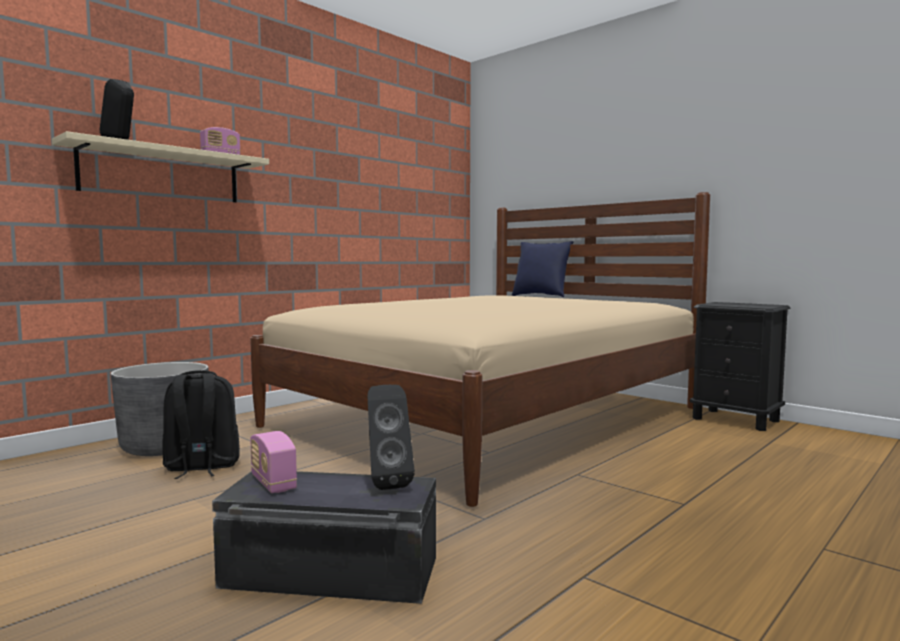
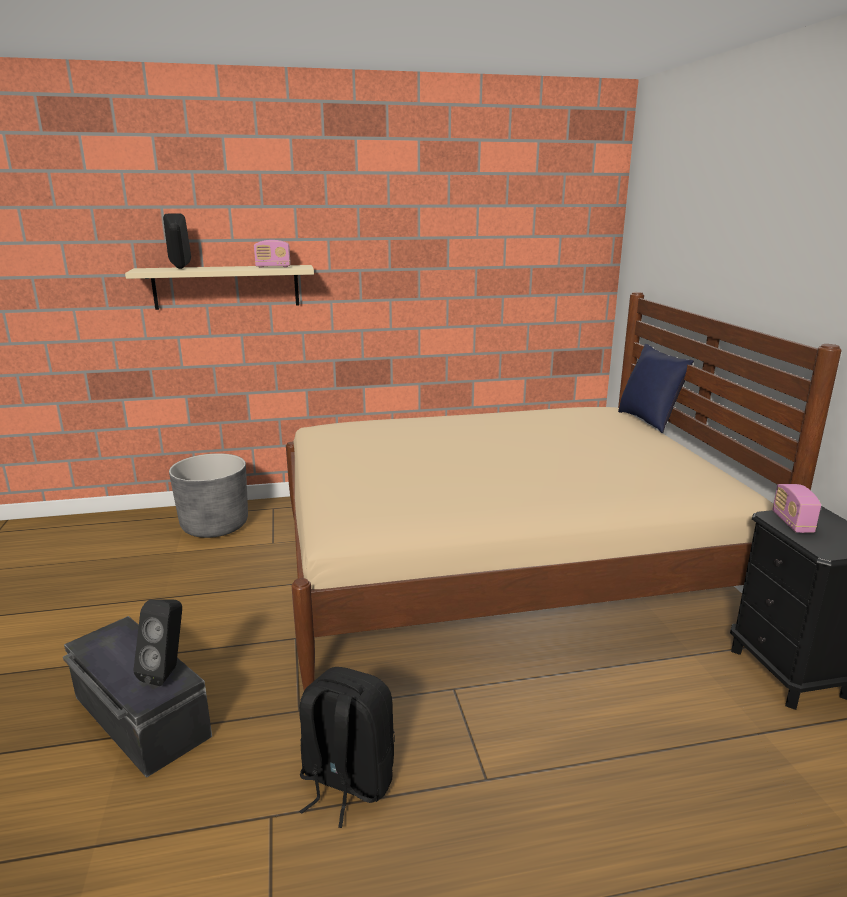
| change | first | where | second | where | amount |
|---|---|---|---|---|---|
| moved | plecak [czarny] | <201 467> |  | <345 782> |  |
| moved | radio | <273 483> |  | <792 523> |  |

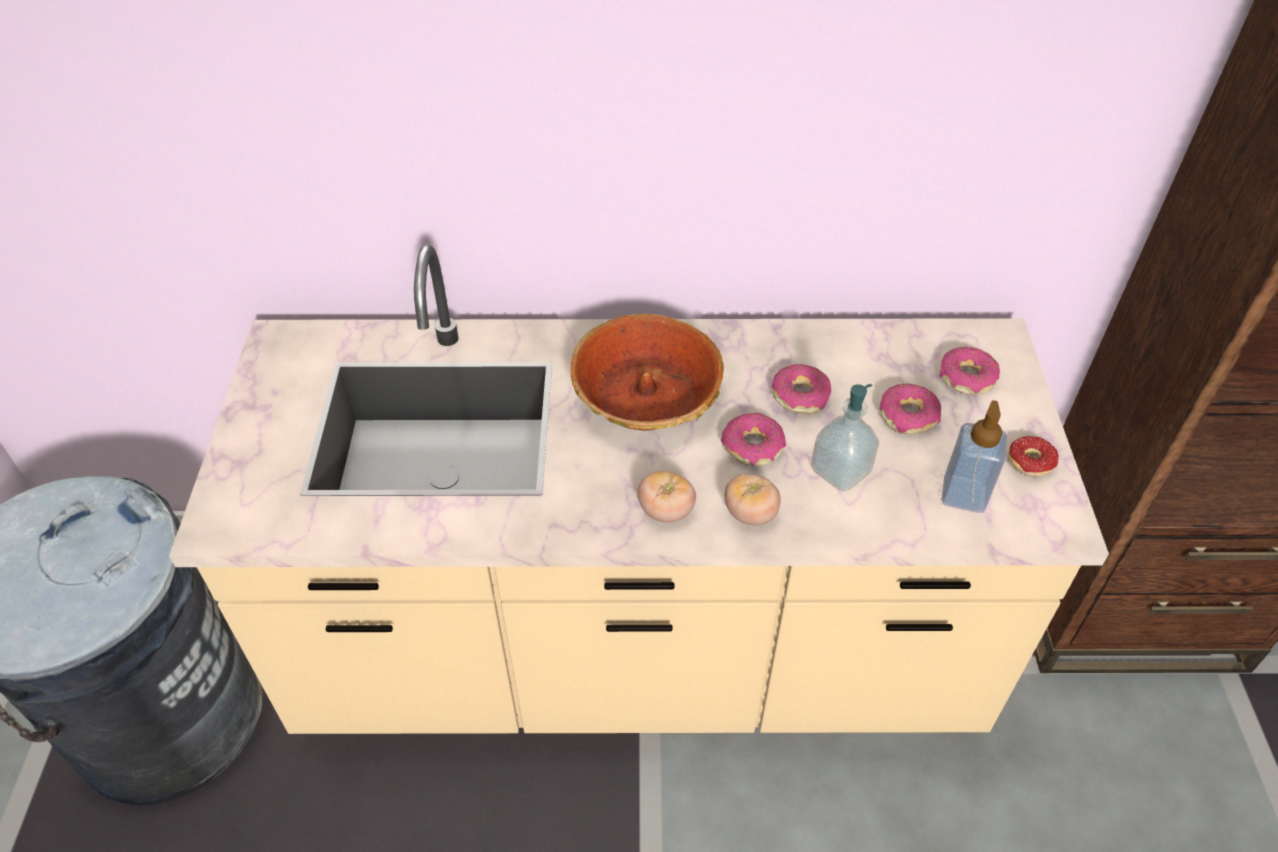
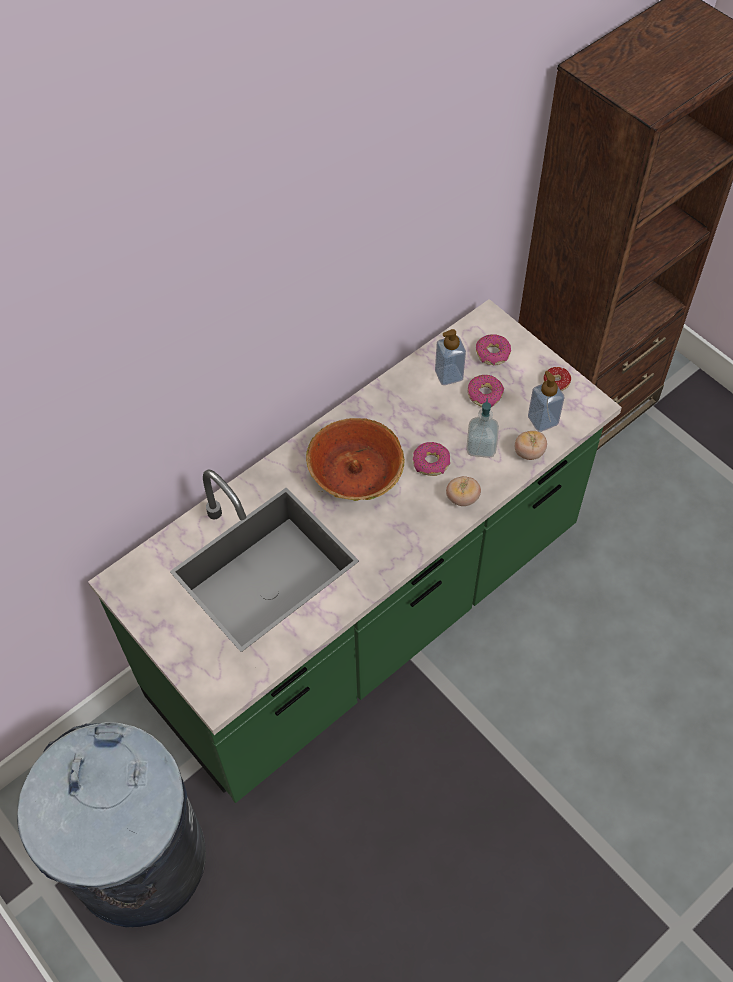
| change | first | where | second | where | amount |
|---|---|---|---|---|---|
| removed | donut | <800 396> |  |  |  |
| added |  |  | dozownik mydła | <448 375> |  |
| moved | pomidor | <666 511> |  | <529 452> |  |
| recoloured | zabudowa kuchenna [beżowy] | <639 656> | zabudowa kuchenna [zielony] | <368 616> |  |

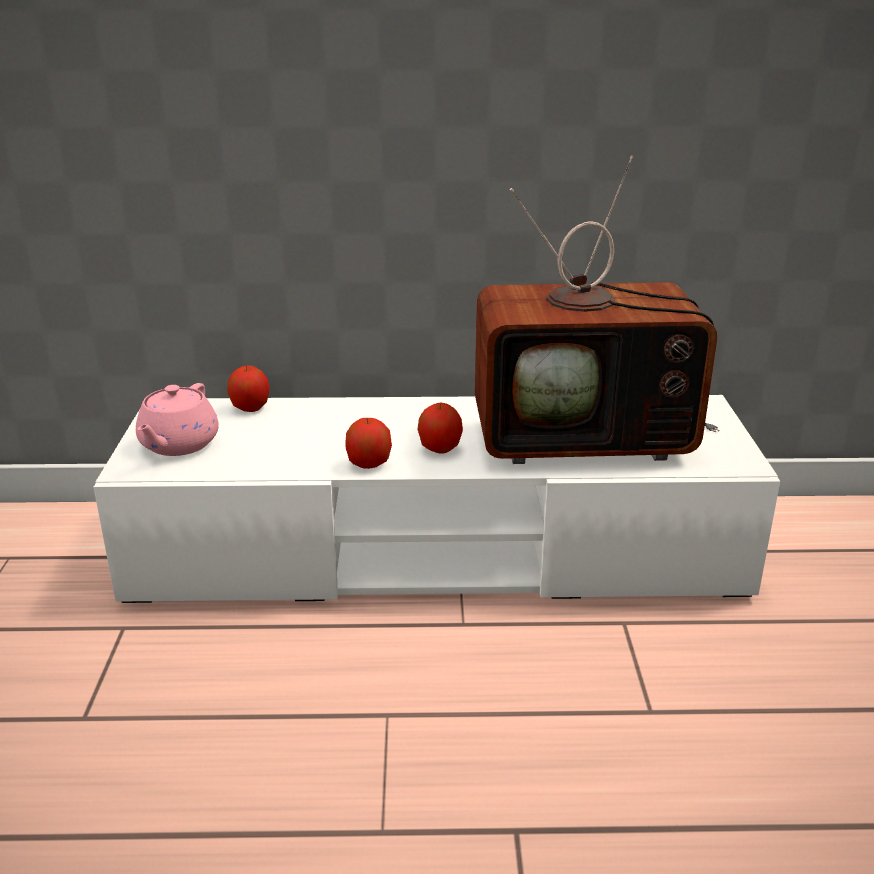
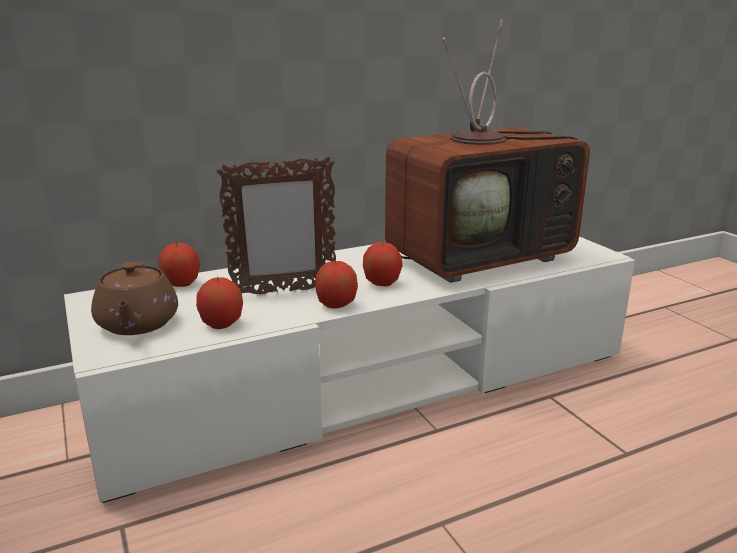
| change | first | where | second | where | amount |
|---|---|---|---|---|---|
| added |  |  | jabłko | <222 324> |  |
| added |  |  | ramka na zdjęcie | <283 291> |  |
| recoloured | imbryk [różowy] | <178 445> | imbryk [brązowy] | <137 324> |  |

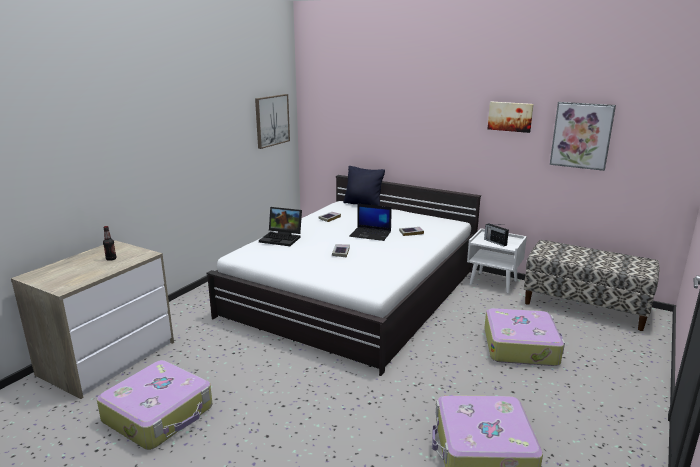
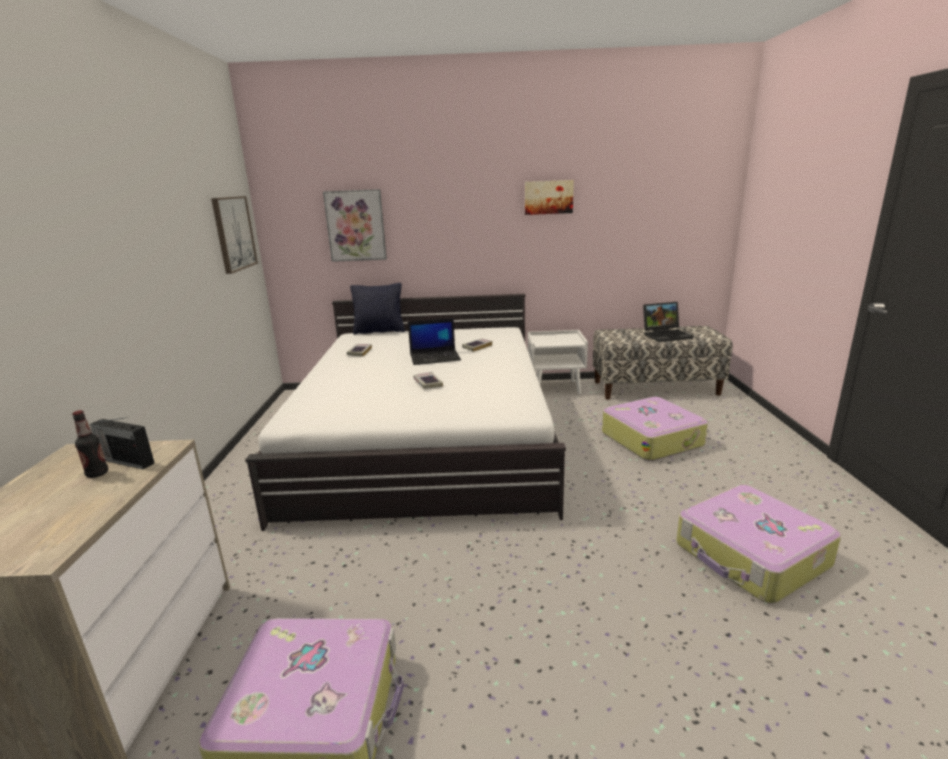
| change | first | where | second | where | amount |
|---|---|---|---|---|---|
| moved | laptop | <282 238> |  | <666 335> |  |
| moved | radio | <495 242> |  | <127 461> |  |
| moved | obraz | <581 135> |  | <356 225> |  |

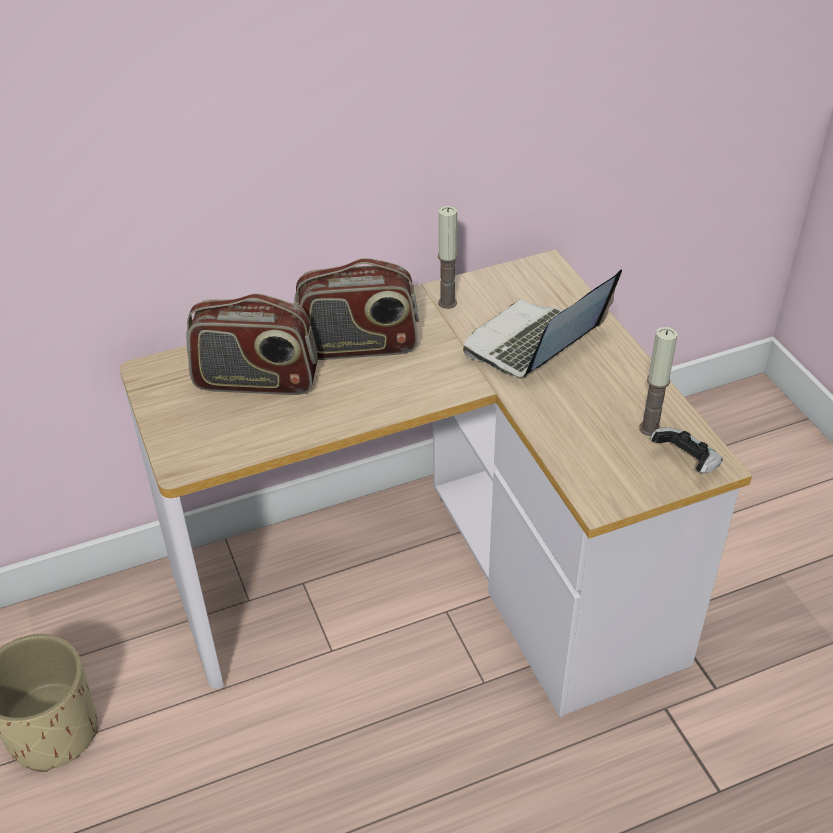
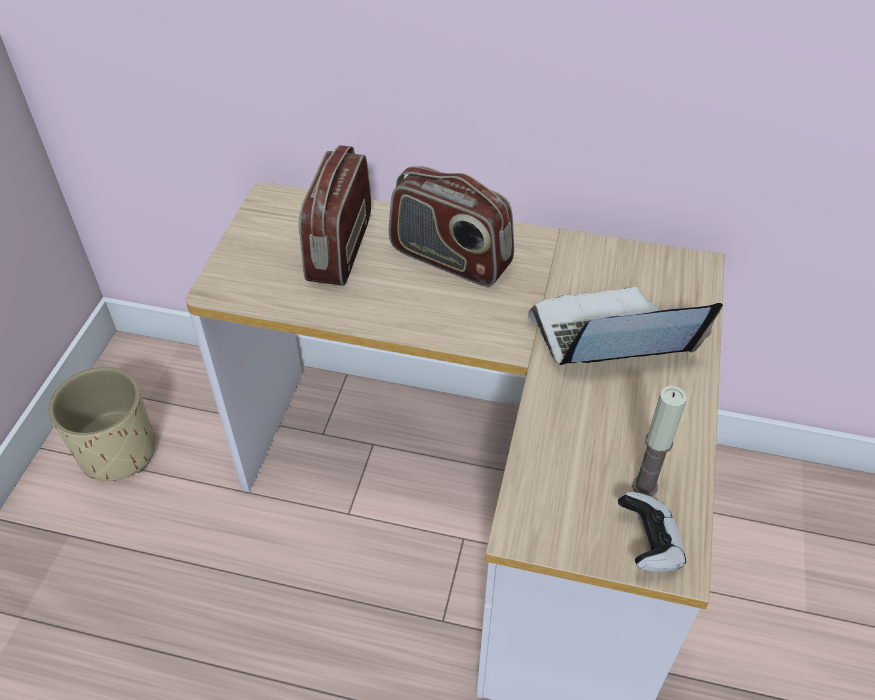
| change | first | where | second | where | amount |
|---|---|---|---|---|---|
| removed | świeca | <447 302> |  |  |  |
| turned | radio | <256 381> |  | <339 248> | 60 degrees clockwise |

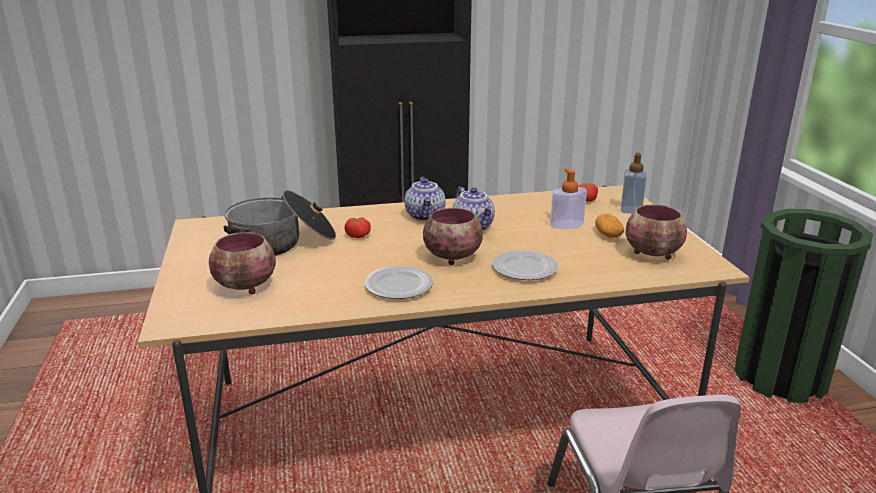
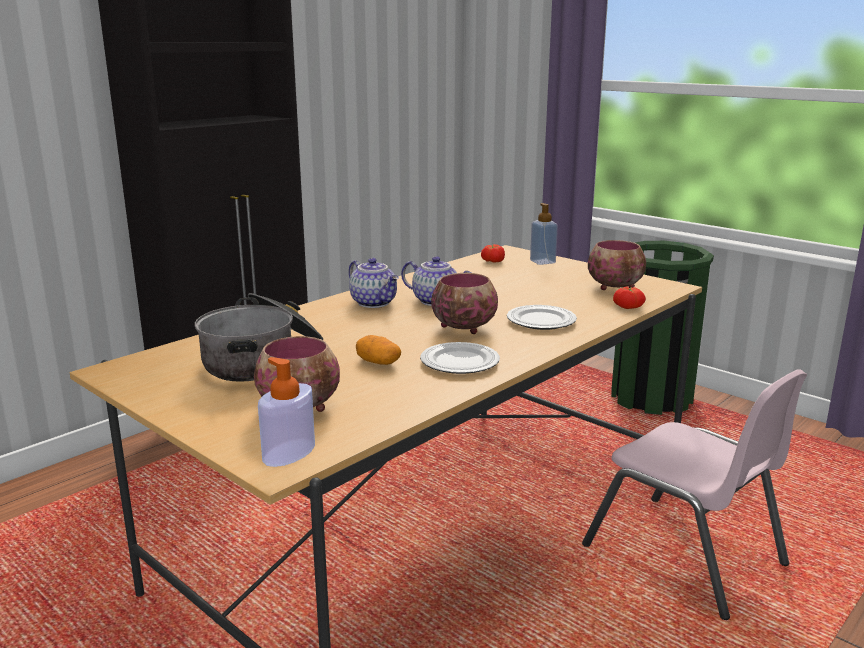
| change | first | where | second | where | amount |
|---|---|---|---|---|---|
| moved | pomidor | <359 235> |  | <628 306> |  |
| moved | dozownik mydła | <567 224> |  | <289 453> |  |
| moved | ziemniak | <608 235> |  | <378 362> |  |

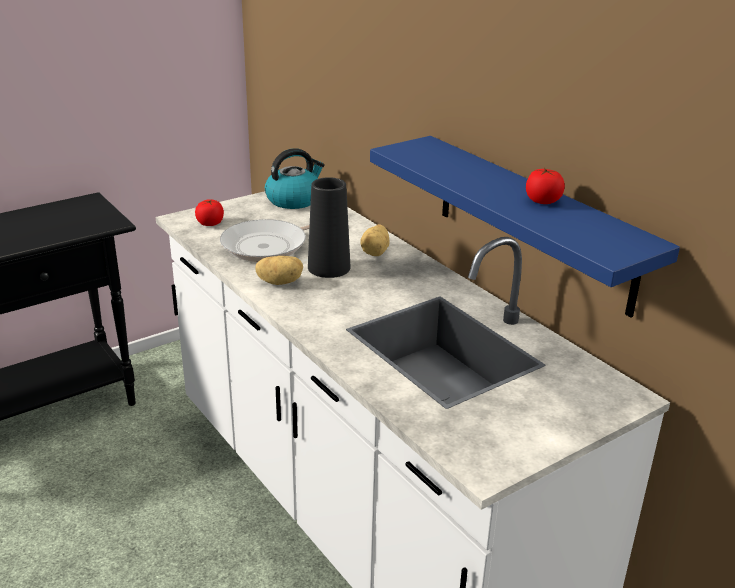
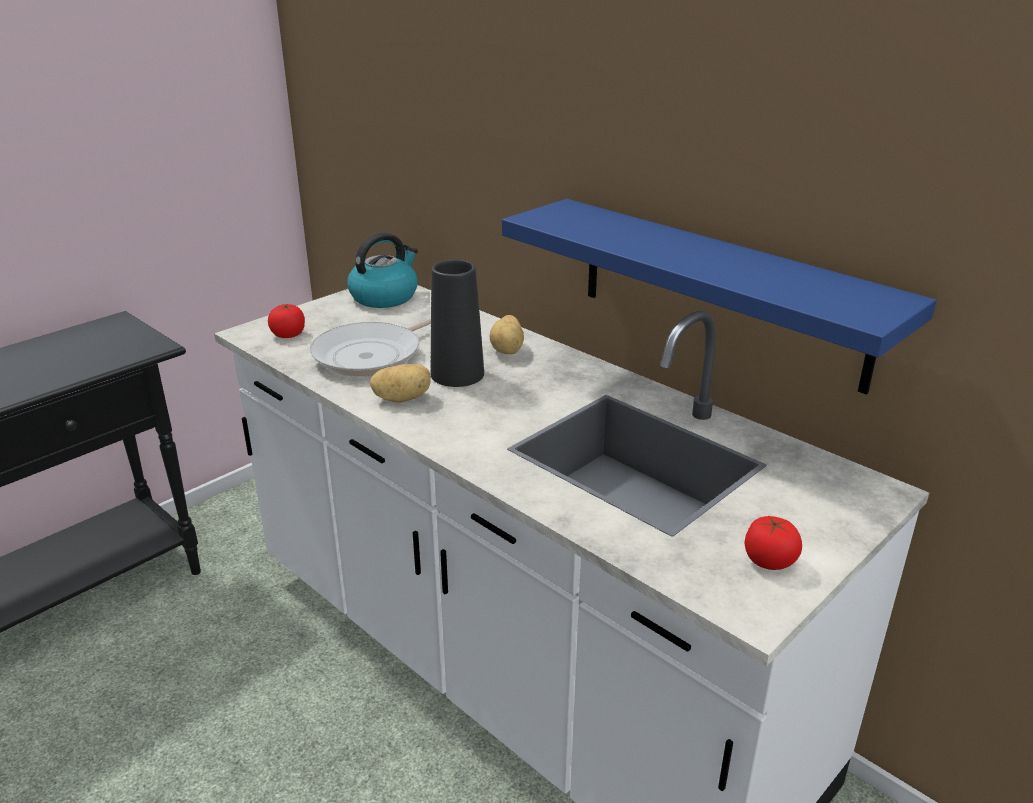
| change | first | where | second | where | amount |
|---|---|---|---|---|---|
| moved | pomidor | <543 201> |  | <769 561> |  |

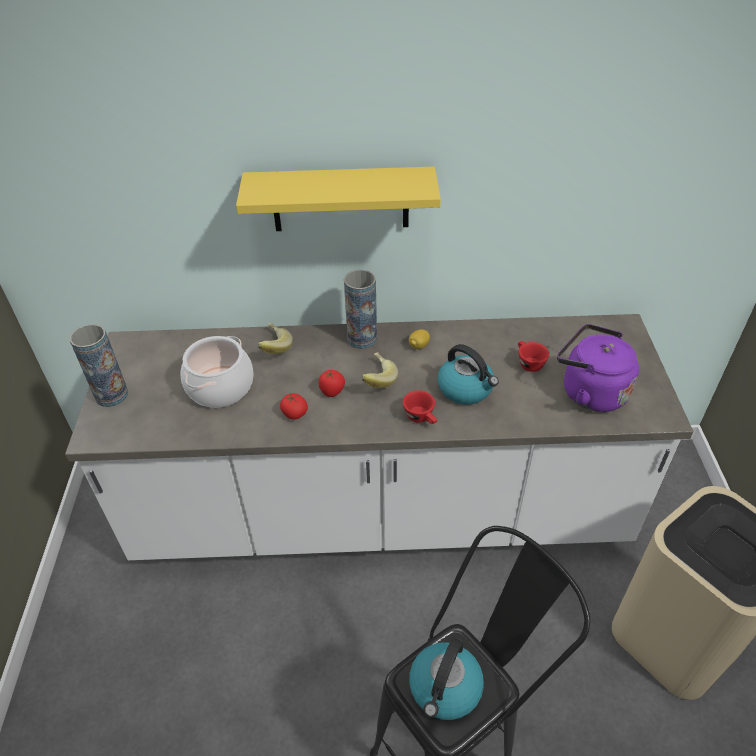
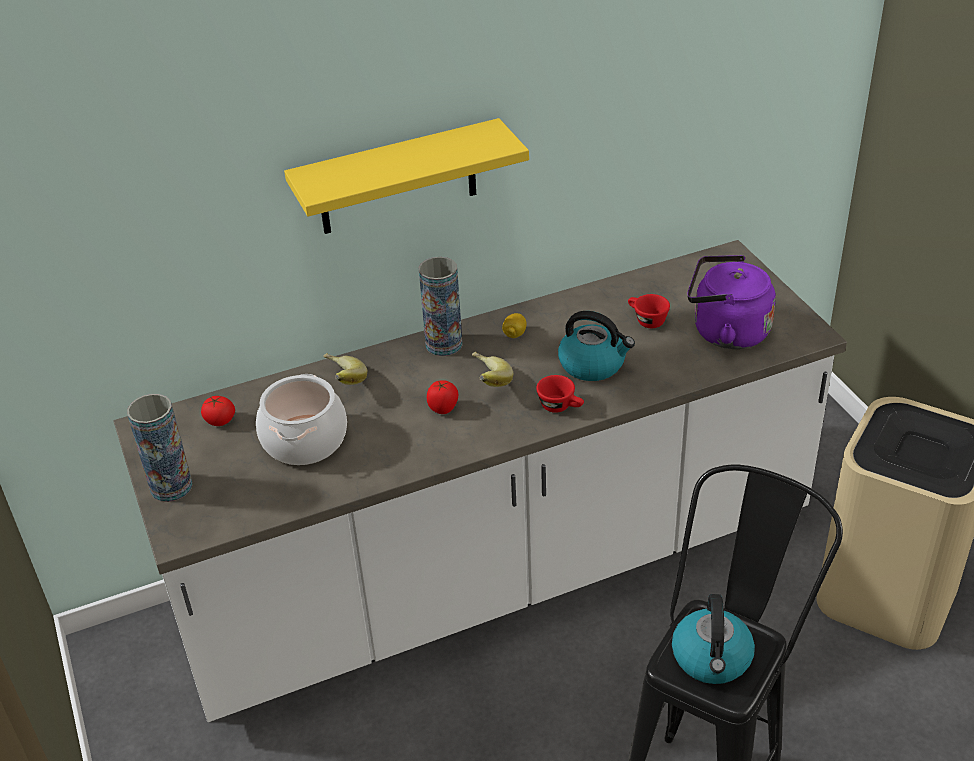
| change | first | where | second | where | amount |
|---|---|---|---|---|---|
| moved | pomidor | <294 414> |  | <220 421> |  |

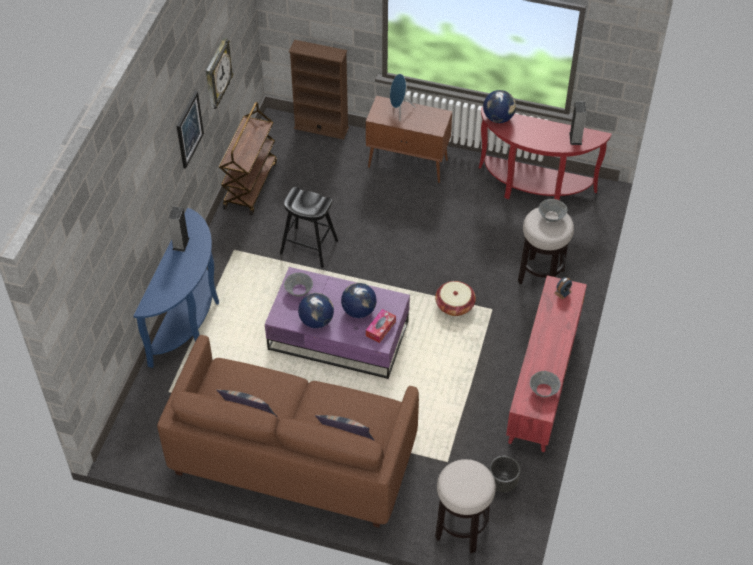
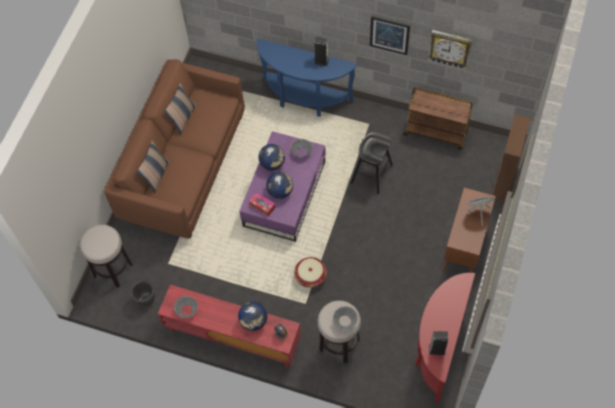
| change | first | where | second | where | amount |
|---|---|---|---|---|---|
| moved | globus | <498 118> |  | <253 321> |  |

